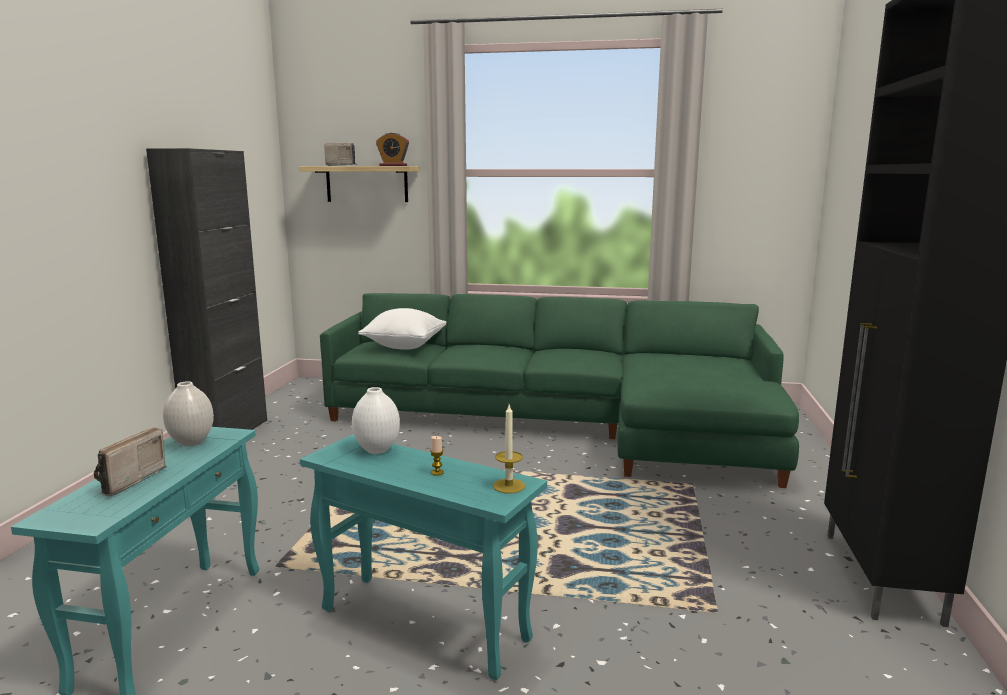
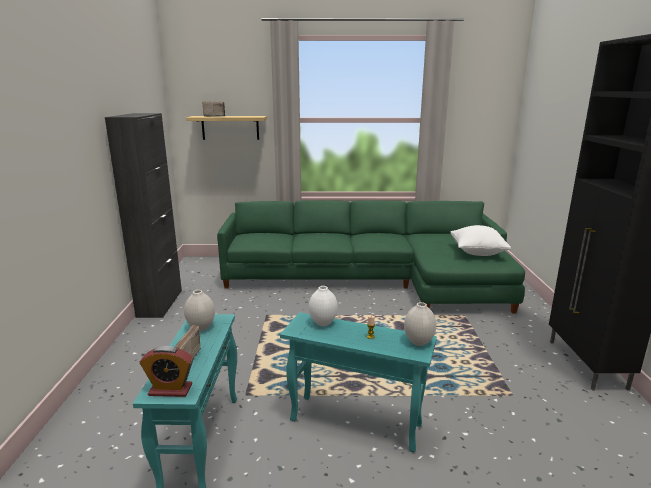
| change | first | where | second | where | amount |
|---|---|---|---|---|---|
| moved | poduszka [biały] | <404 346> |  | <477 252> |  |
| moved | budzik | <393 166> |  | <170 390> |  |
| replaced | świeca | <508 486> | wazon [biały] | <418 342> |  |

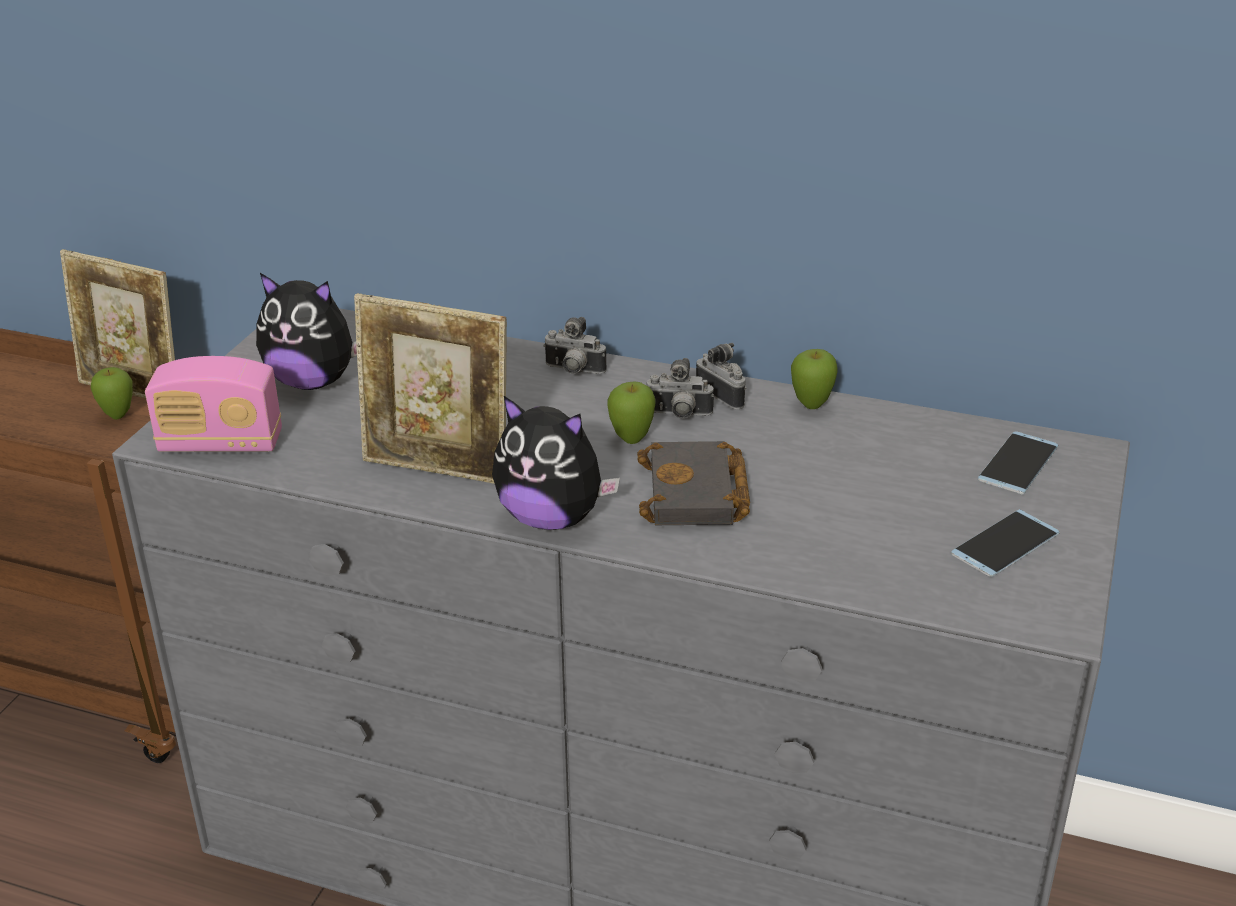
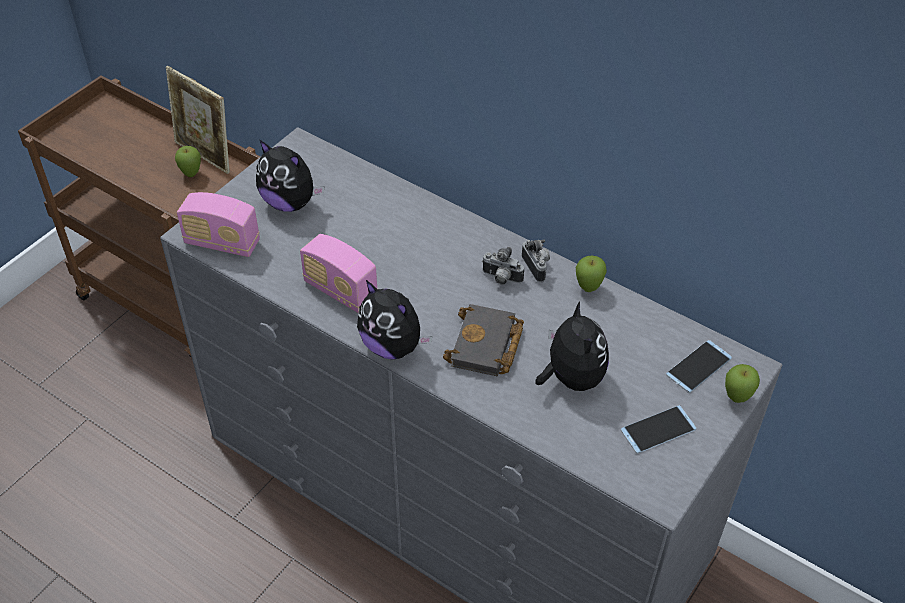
| change | first | where | second | where | amount |
|---|---|---|---|---|---|
| removed | aparat fotograficzny | <573 371> |  |  |  |
| added |  |  | pluszak | <571 378> |  |
| moved | jabłko | <631 440> |  | <736 398> |  |
| replaced | ramka na zdjęcie | <438 468> | radio | <340 291> |  |

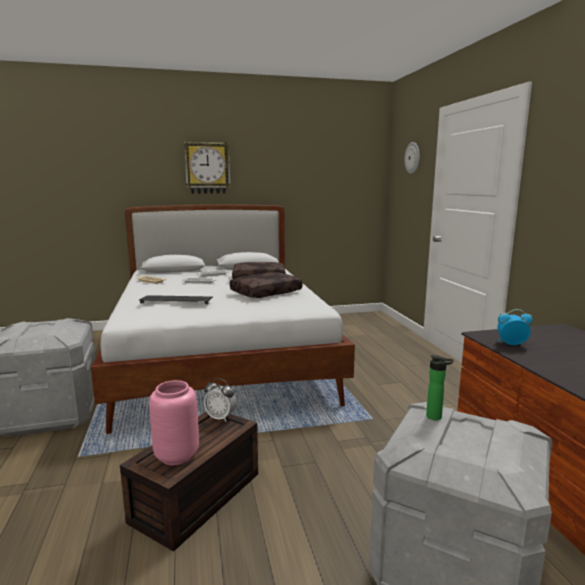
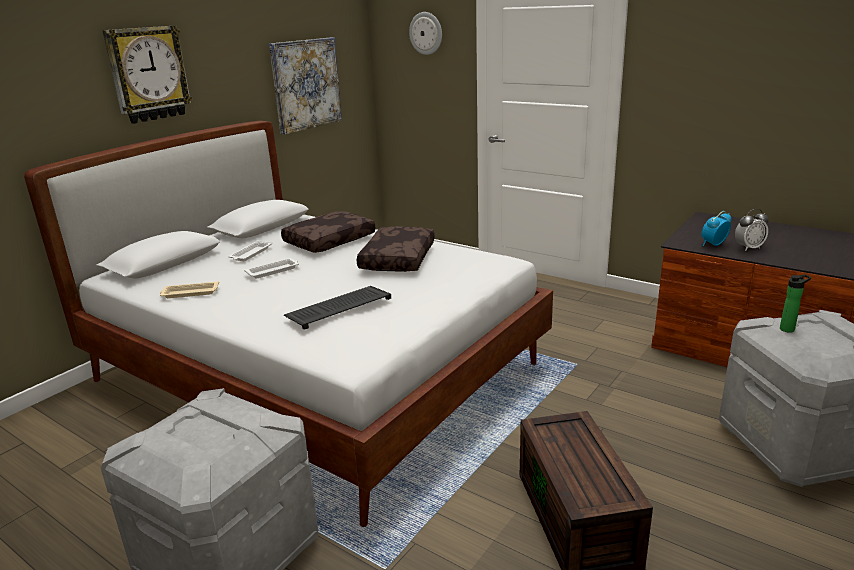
| change | first | where | second | where | amount |
|---|---|---|---|---|---|
| removed | wazon [różowy] | <177 456> |  |  |  |
| added |  |  | obraz | <306 84> |  |
| moved | budzik | <220 417> |  | <748 248> |  |

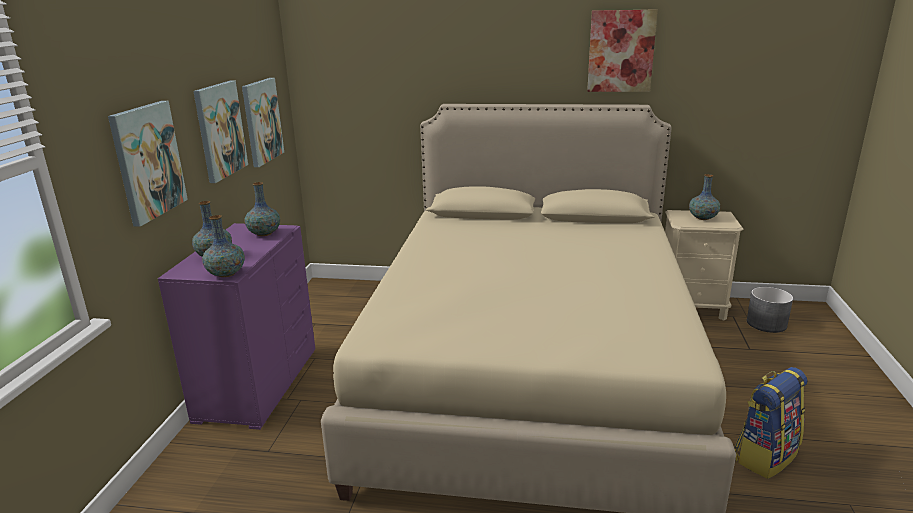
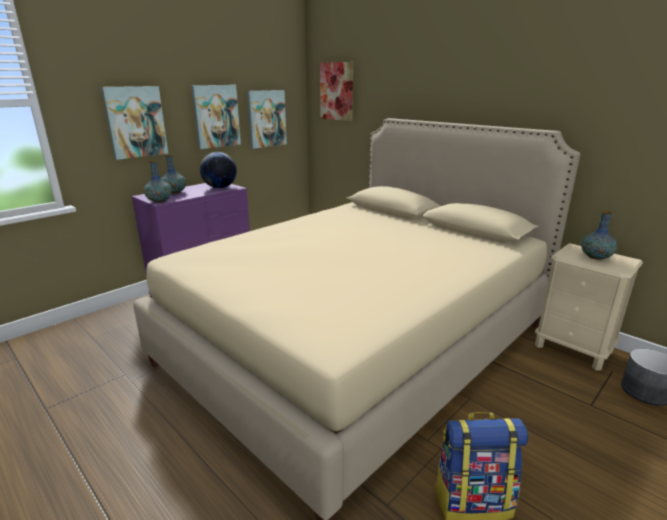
| change | first | where | second | where | amount |
|---|---|---|---|---|---|
| moved | obraz | <621 51> |  | <337 91> |  |
| replaced | wazon | <264 233> | globus | <220 187> |  |

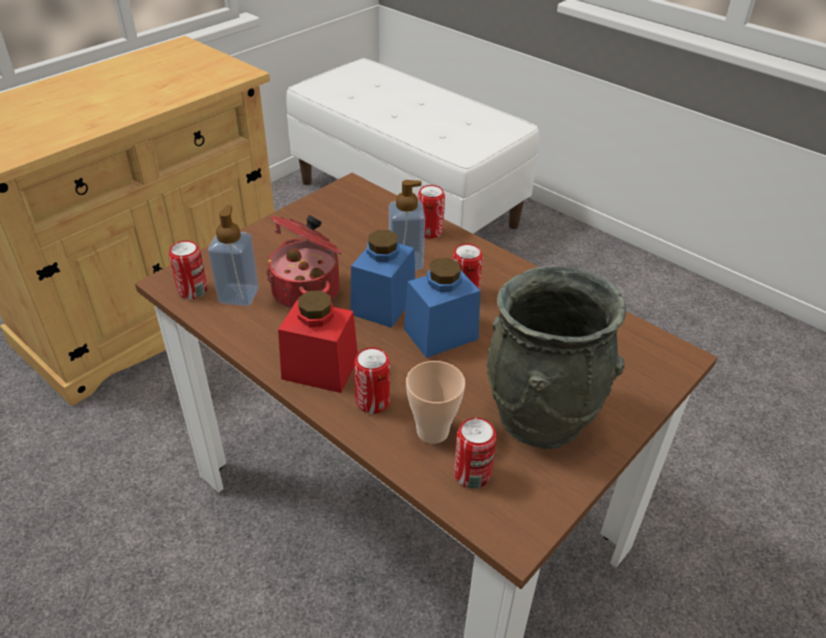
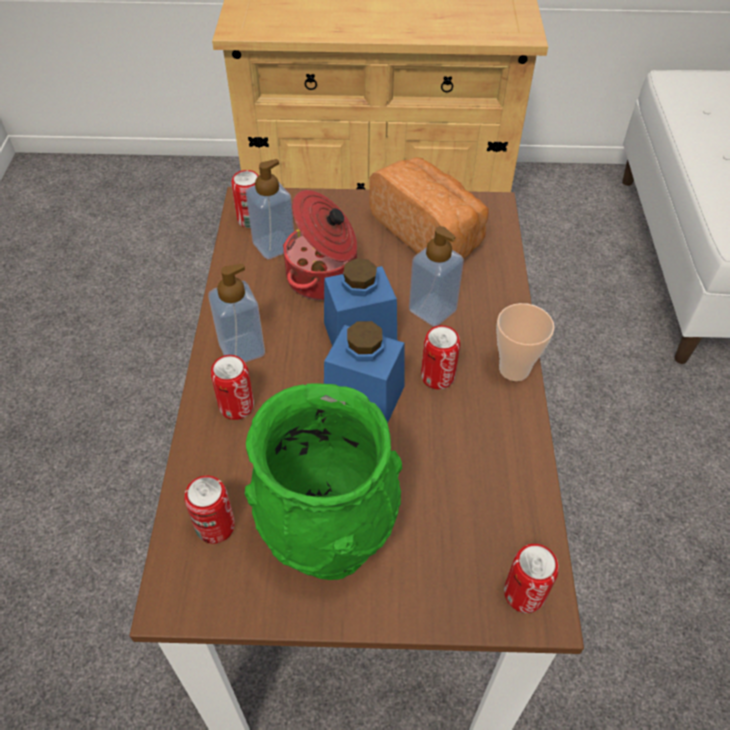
| change | first | where | second | where | amount |
|---|---|---|---|---|---|
| added |  |  | chleb | <429 233> |  |
| moved | filiżanka | <432 431> |  | <514 369> |  |
| moved | puszka | <429 231> |  | <524 593> |  |
| replaced | słoik [czerwony] | <320 369> | dozownik mydła | <242 349> |  |
| recoloured | wazon [szary] | <541 418> | wazon [zielony] | <330 537> |  |

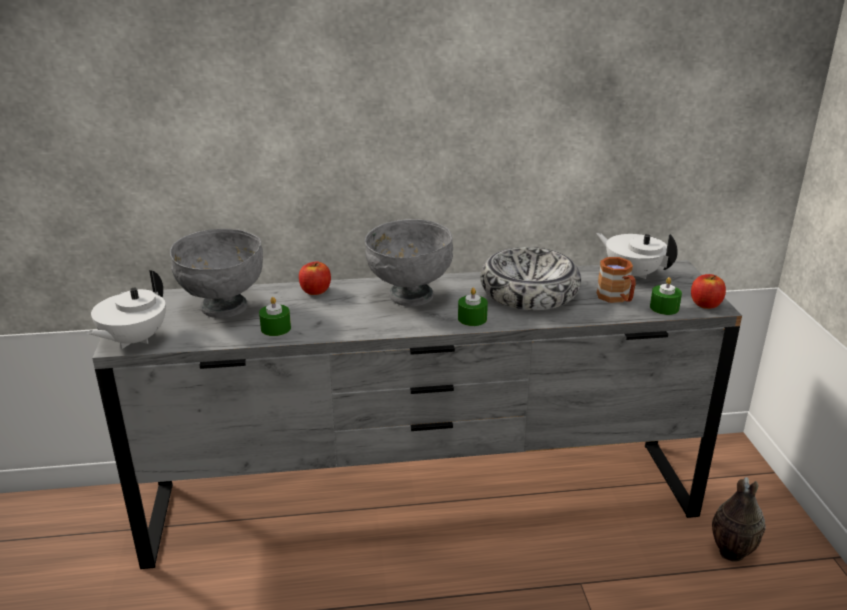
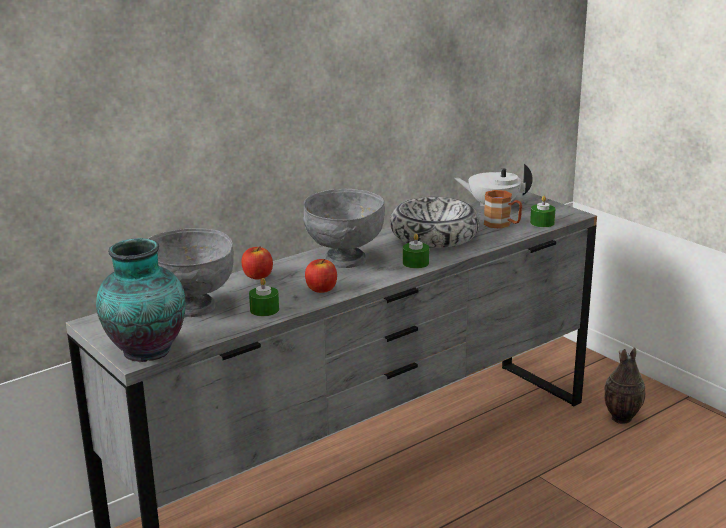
| change | first | where | second | where | amount |
|---|---|---|---|---|---|
| moved | jabłko | <705 304> |  | <321 289> |  |
| replaced | imbryk [biały] | <133 340> | wazon | <145 352> |  |

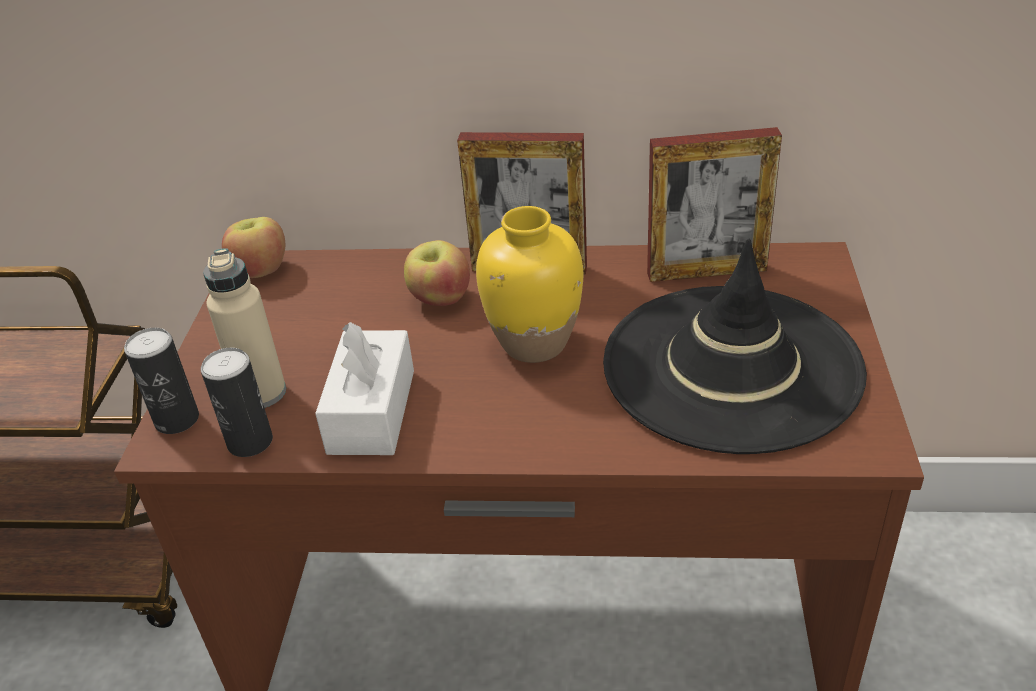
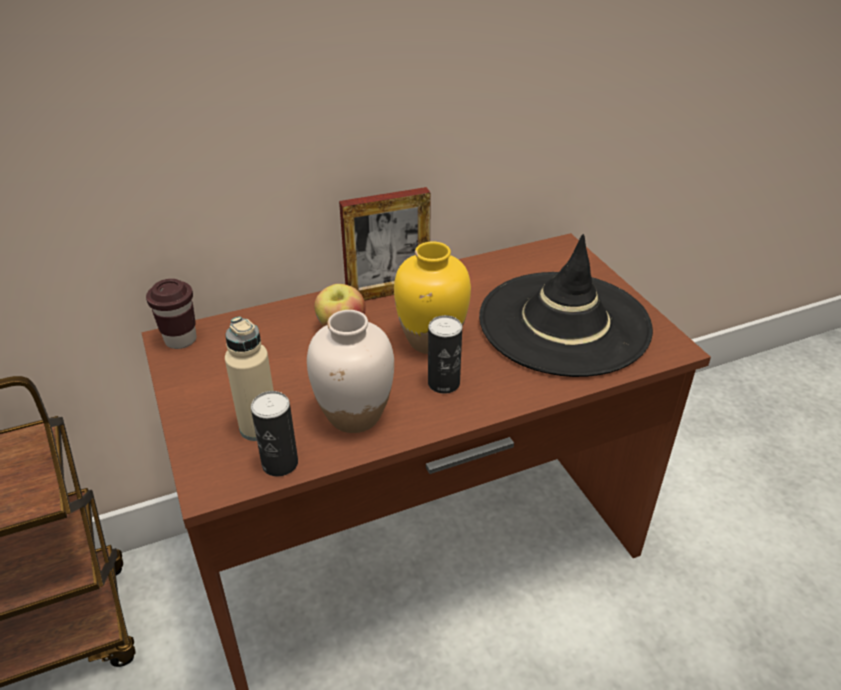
| change | first | where | second | where | amount |
|---|---|---|---|---|---|
| removed | ramka na zdjęcie | <706 272> |  |  |  |
| moved | puszka | <177 420> |  | <443 383> |  |
| replaced | jabłko | <260 269> | filiżanka [brązowy] | <180 340> |  |
| replaced | pudełko chusteczek [biały] | <372 411> | wazon [biały] | <355 415> |  |

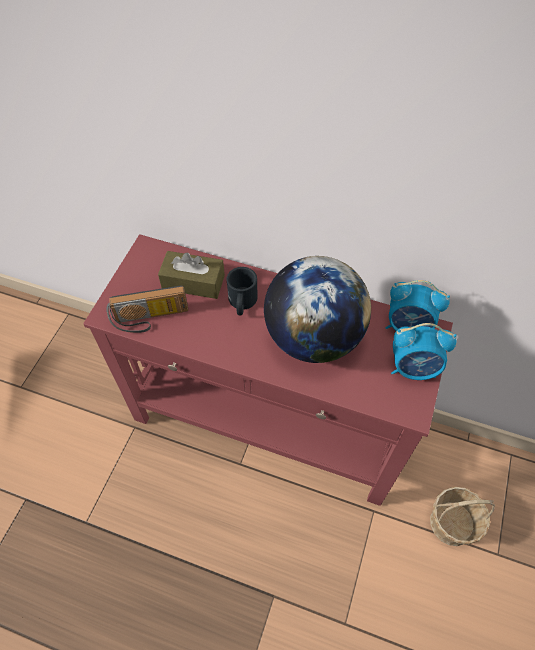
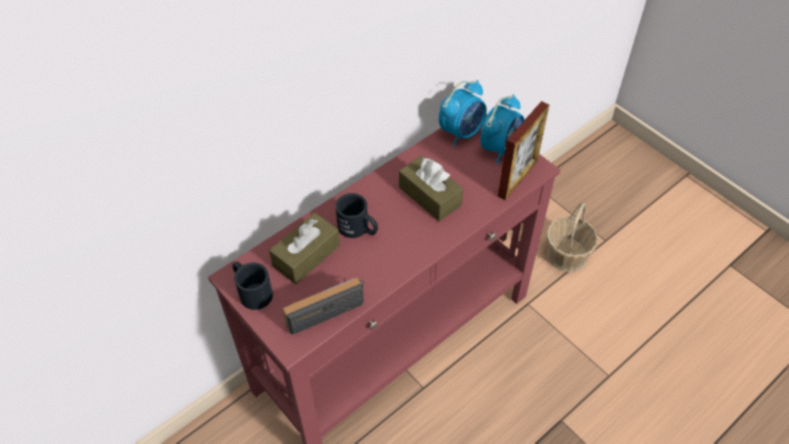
| change | first | where | second | where | amount |
|---|---|---|---|---|---|
| added |  |  | kubek [czarny] | <251 291> |  |
| added |  |  | ramka na zdjęcie | <517 178> |  |
| replaced | globus | <313 337> | pudełko chusteczek [brązowy] | <430 196> |  |
| turned | radio | <150 319> |  | <325 308> | 135 degrees counterclockwise |

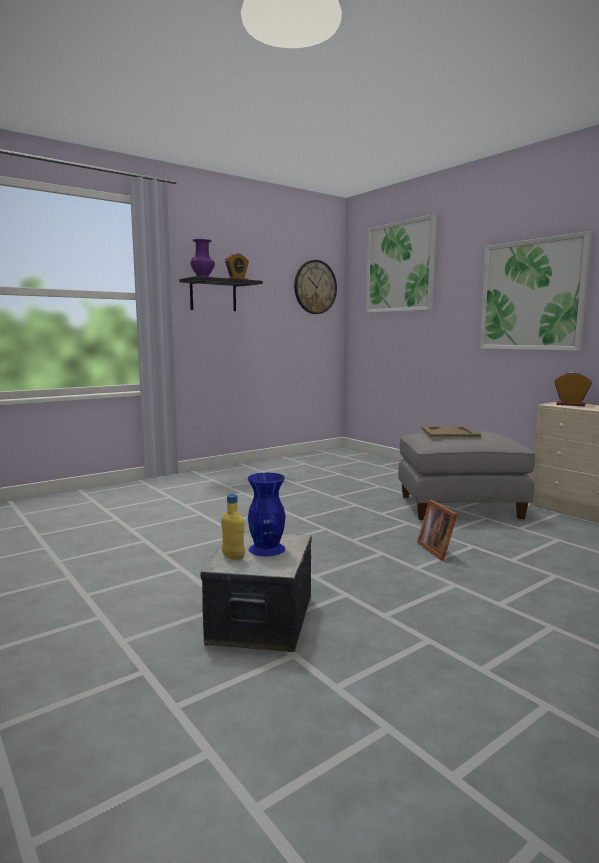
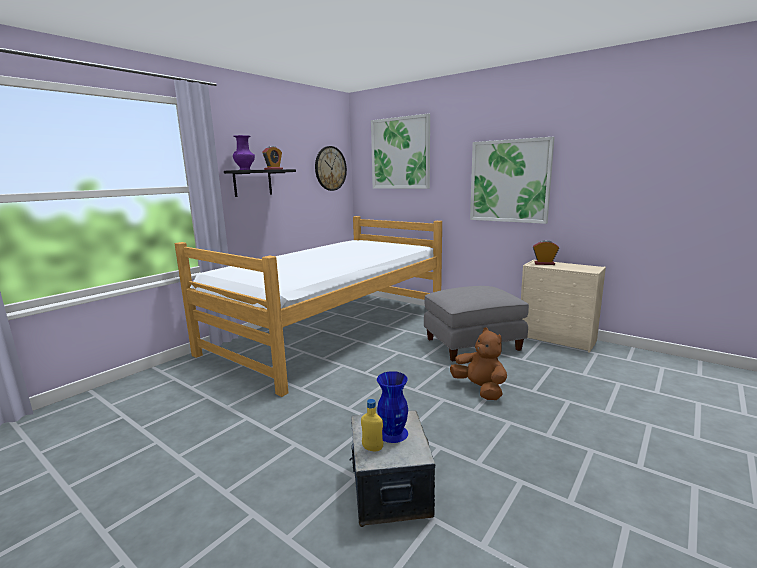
| change | first | where | second | where | amount |
|---|---|---|---|---|---|
| removed | taca [beżowy] | <450 432> |  |  |  |
| added |  |  | łóżko | <332 330> |  |
| replaced | ramka na zdjęcie | <437 549> | pluszak [brązowy] | <480 389> |  |

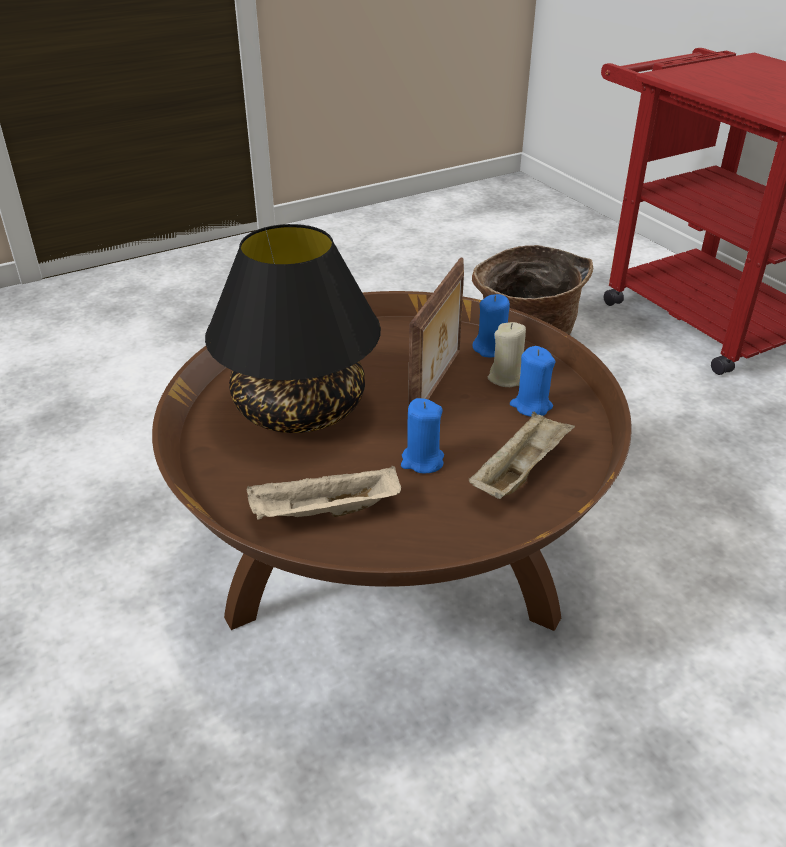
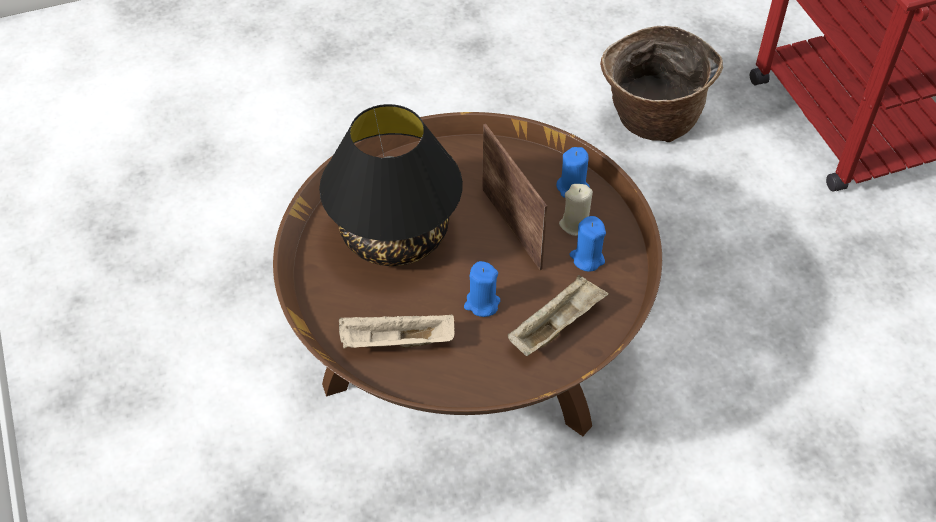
| change | first | where | second | where | amount |
|---|---|---|---|---|---|
| turned | ramka na zdjęcie | <437 388> |  | <513 227> | 60 degrees counterclockwise |

